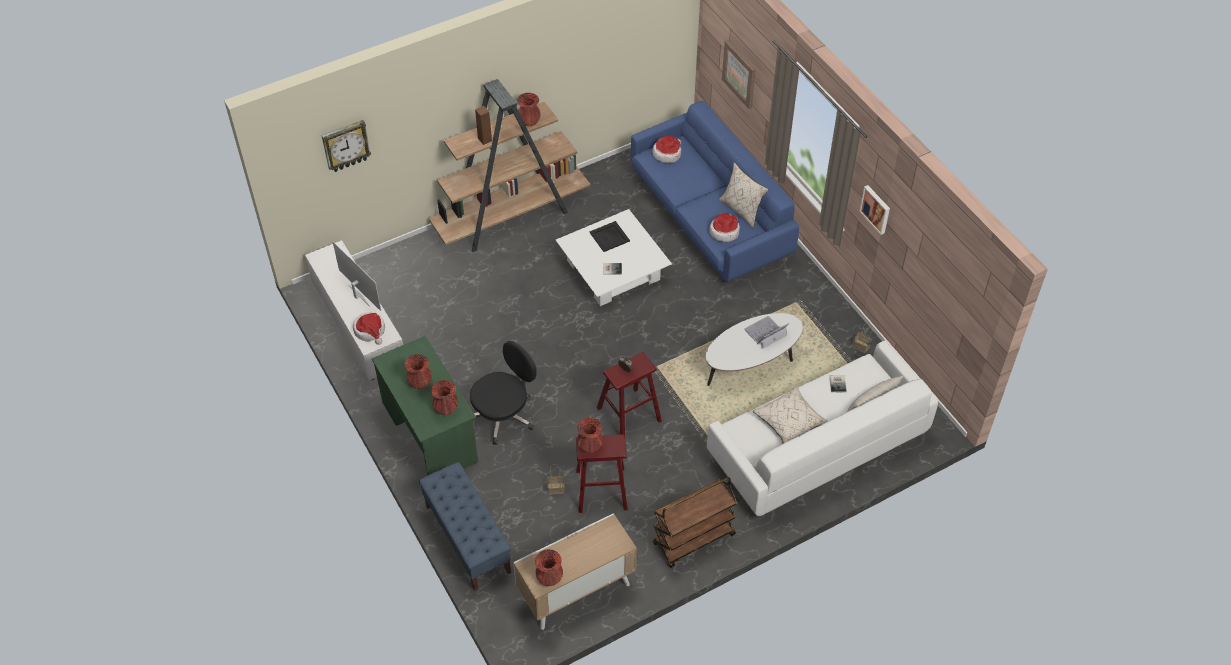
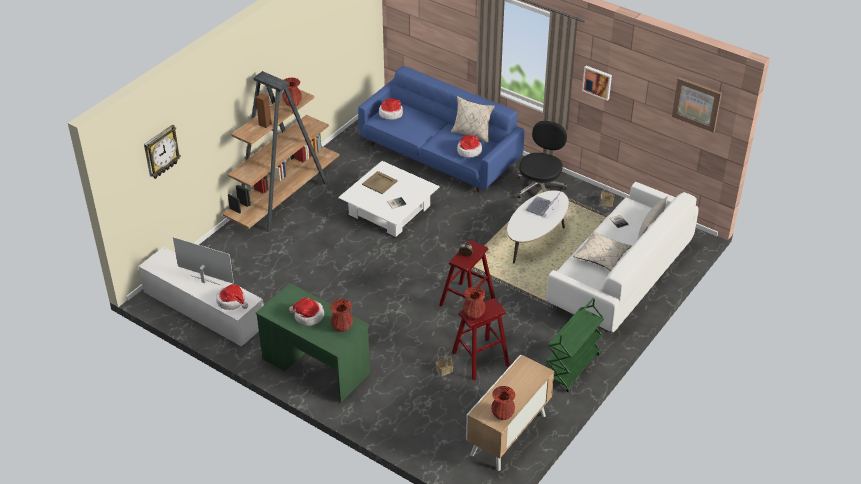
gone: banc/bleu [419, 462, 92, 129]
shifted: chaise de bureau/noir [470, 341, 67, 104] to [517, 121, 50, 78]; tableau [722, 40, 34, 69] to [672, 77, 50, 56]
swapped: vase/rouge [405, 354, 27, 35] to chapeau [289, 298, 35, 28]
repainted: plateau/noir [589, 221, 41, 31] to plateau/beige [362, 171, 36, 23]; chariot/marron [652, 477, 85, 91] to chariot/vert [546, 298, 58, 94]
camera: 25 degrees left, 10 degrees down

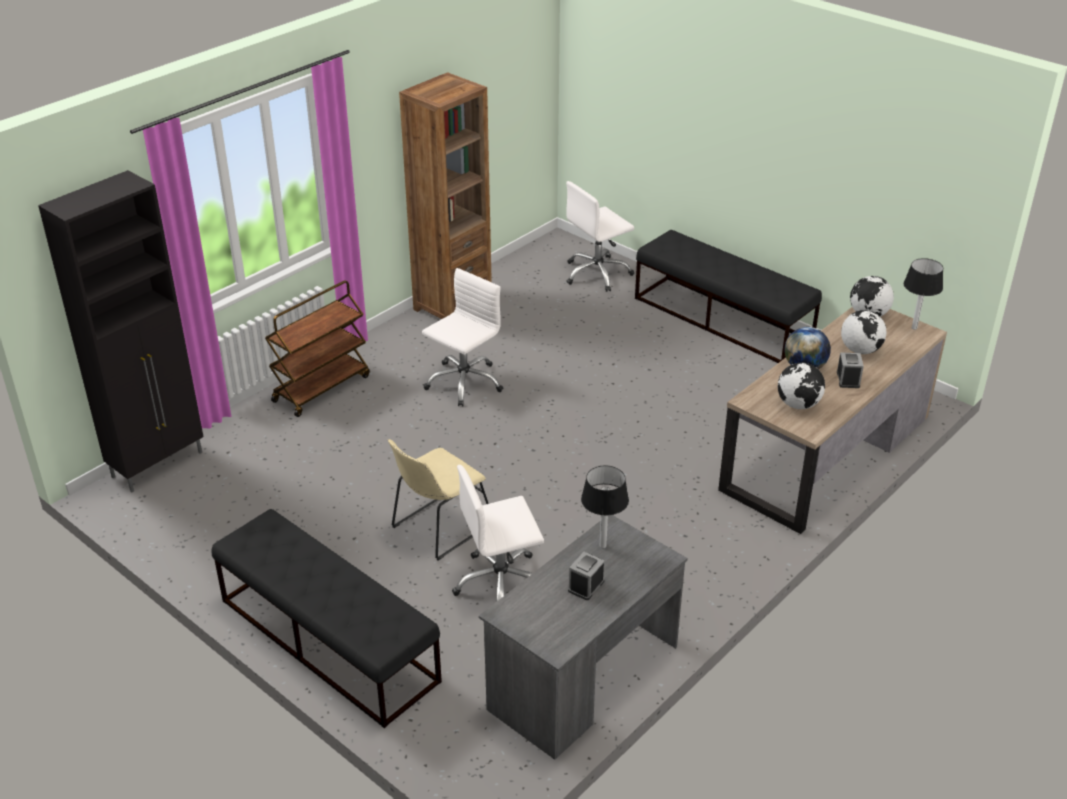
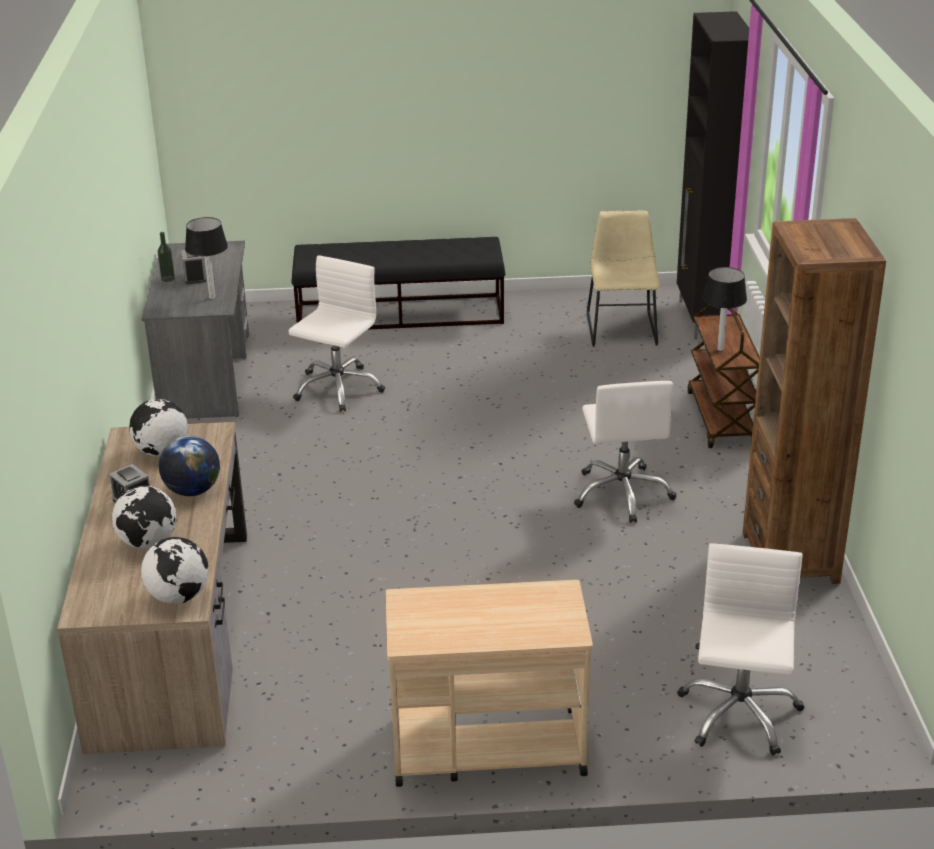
new: bouteille [157, 232, 18, 50]
shifted: chaise/beige [387, 439, 102, 122] to [587, 211, 73, 136]; lampe de table [904, 258, 39, 72] to [702, 267, 45, 84]
swapped: banc/noir [635, 230, 187, 133] to chariot/beige [386, 580, 207, 207]
camera: 135 degrees right, 5 degrees down

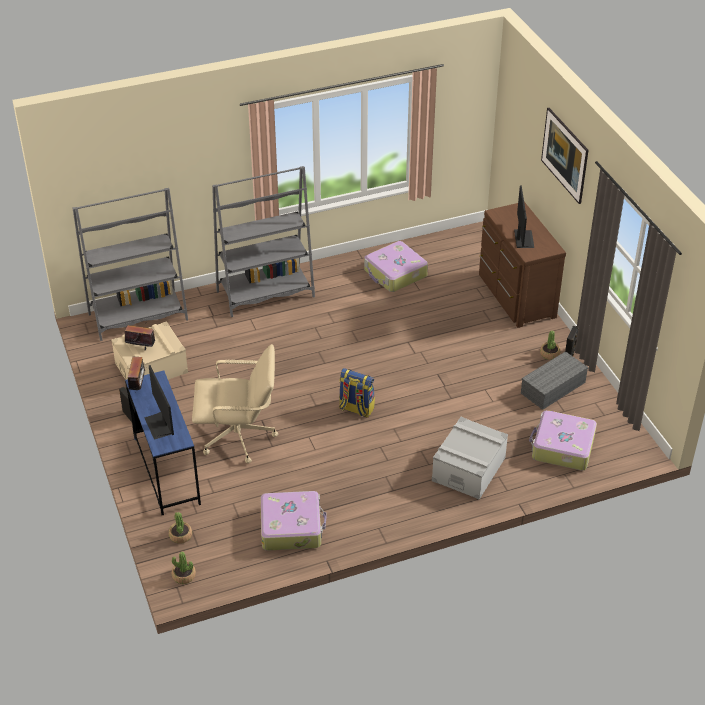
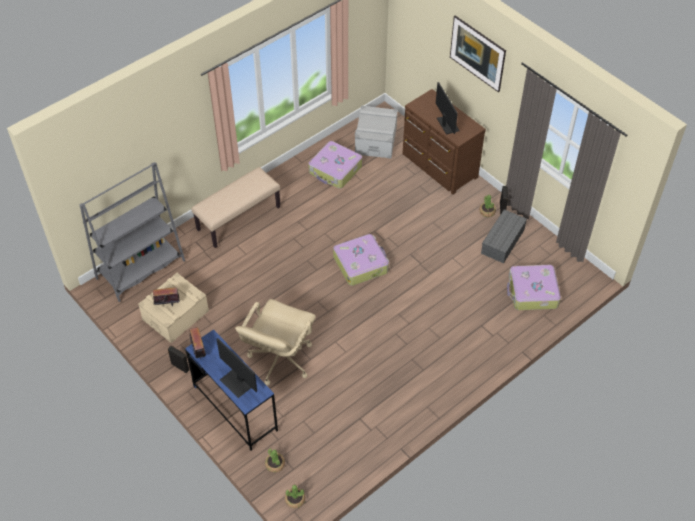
gone: sac à dos [339, 368, 36, 50]
shifted: valise [261, 491, 66, 60] to [333, 234, 56, 52]; boîte de rangement/gris [432, 417, 76, 83] to [355, 106, 42, 52]
swapped: bibliothèque/gris [212, 166, 103, 151] to banc/beige [191, 167, 89, 81]
rotated: chaise de bureau/beige [192, 344, 86, 119] = [235, 299, 81, 87] 135 degrees clockwise
camera: 20 degrees left, 10 degrees up

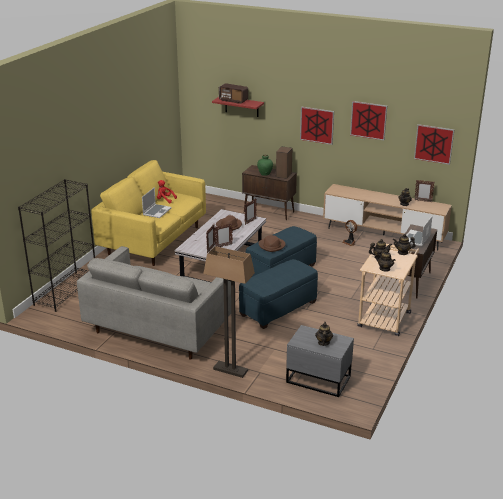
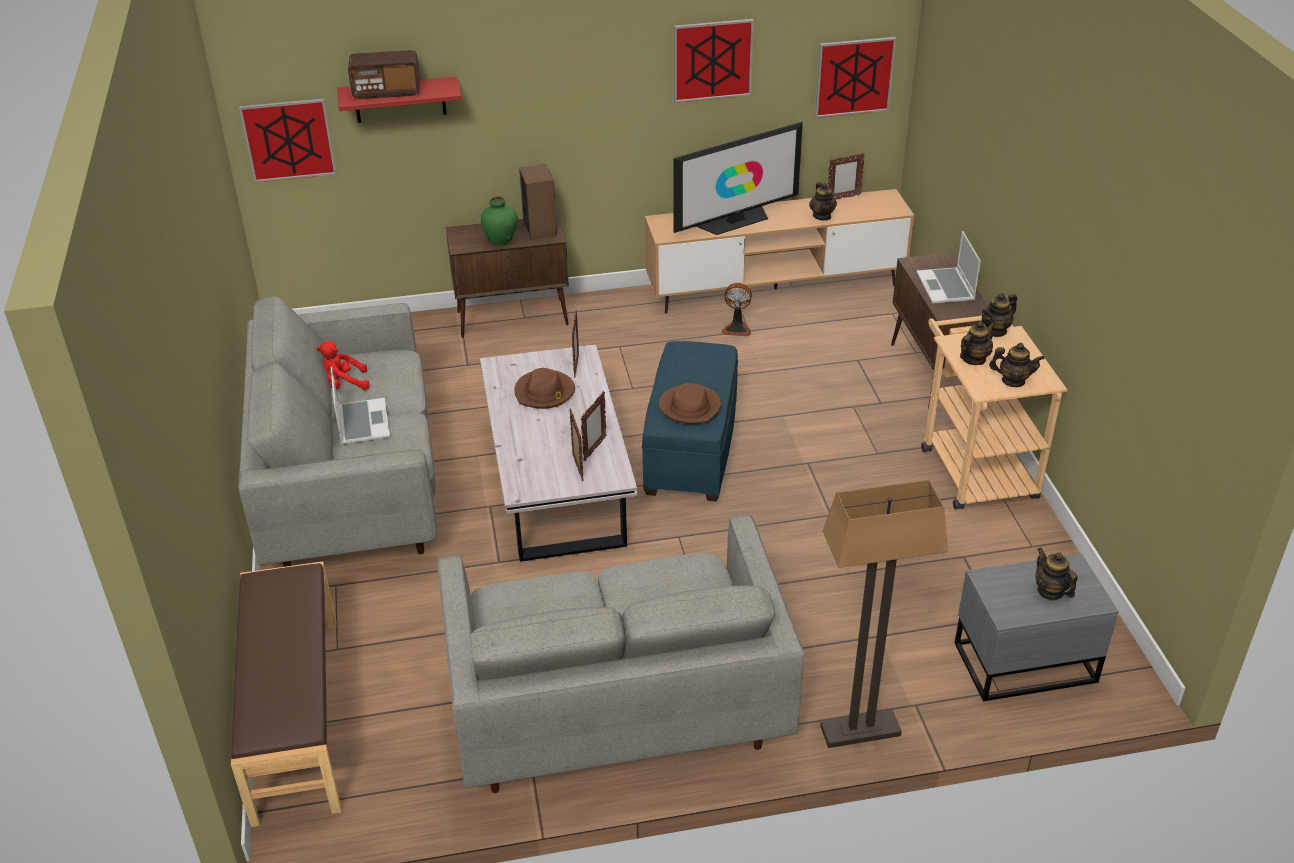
gone: pouf/bleu [239, 259, 79, 70]
new: téléviseur [674, 122, 129, 113]
shifted: tableau [300, 107, 34, 38] to [239, 99, 97, 84]
swapped: bibliothèque/noir [18, 179, 77, 133] to banc/marron [231, 561, 110, 266]
repainted: canapé/jaune [91, 160, 115, 106] to canapé/gris [238, 295, 199, 272]
camera: 35 degrees left, 10 degrees up

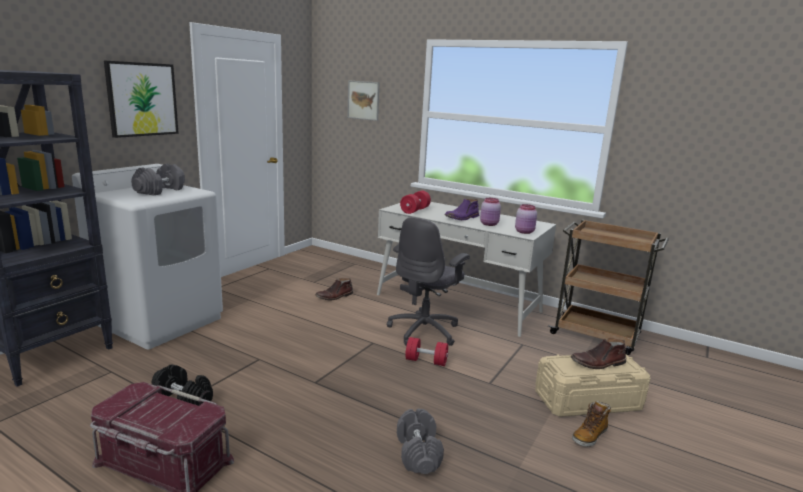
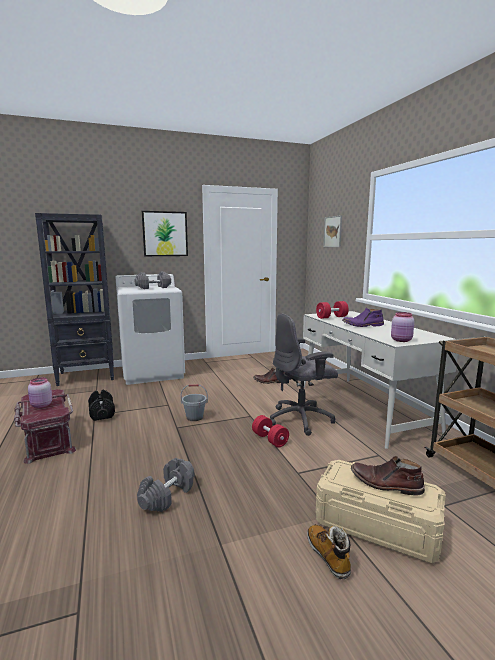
new: seau/gris [181, 384, 27, 37]
shifted: bocal/rose [480, 198, 21, 28] to [28, 377, 24, 31]
rotated: botte [572, 401, 39, 46] = [307, 524, 44, 55] 75 degrees clockwise
camera: 40 degrees right, 5 degrees down

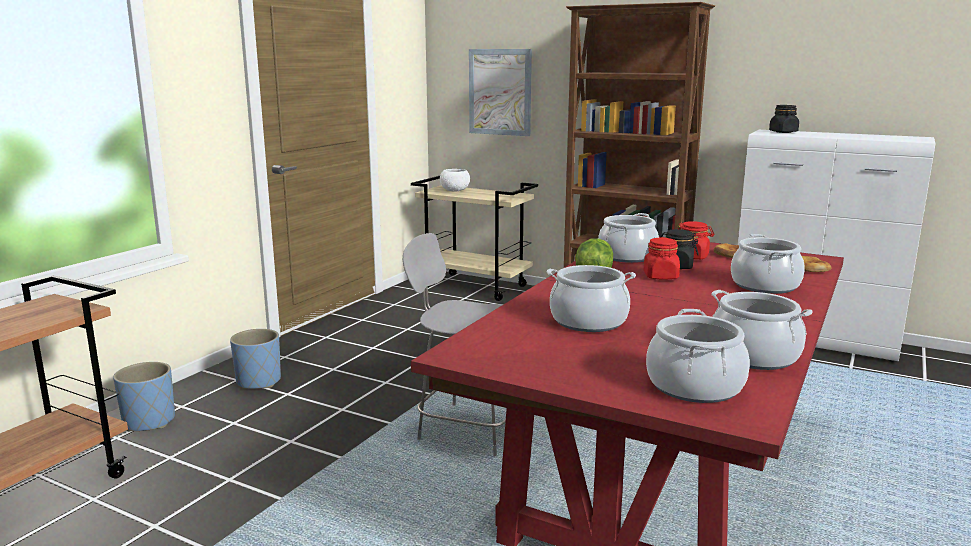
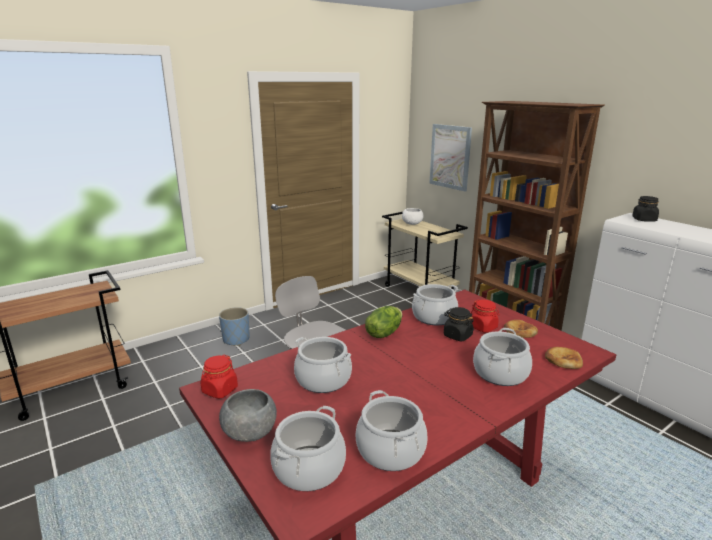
gone: cache-pot/bleu [113, 362, 62, 69]
new: bol/gris [219, 389, 58, 53]
shifted: bocal/rouge [644, 238, 36, 42] to [201, 355, 37, 44]
camera: 25 degrees right, 5 degrees up

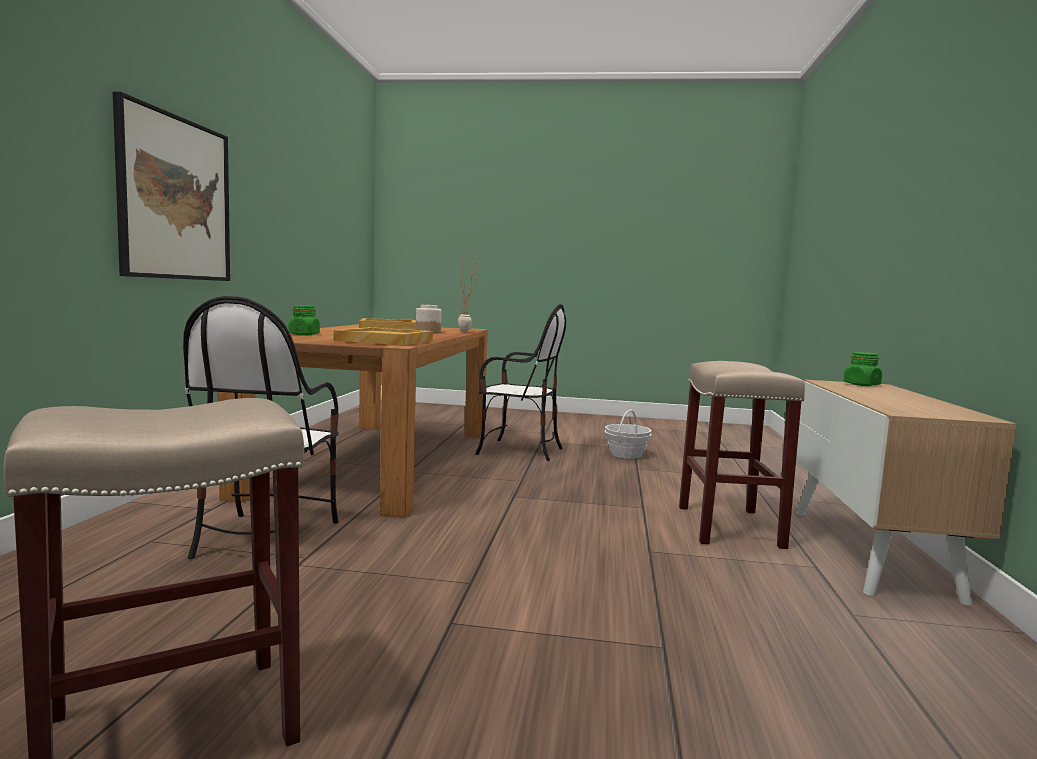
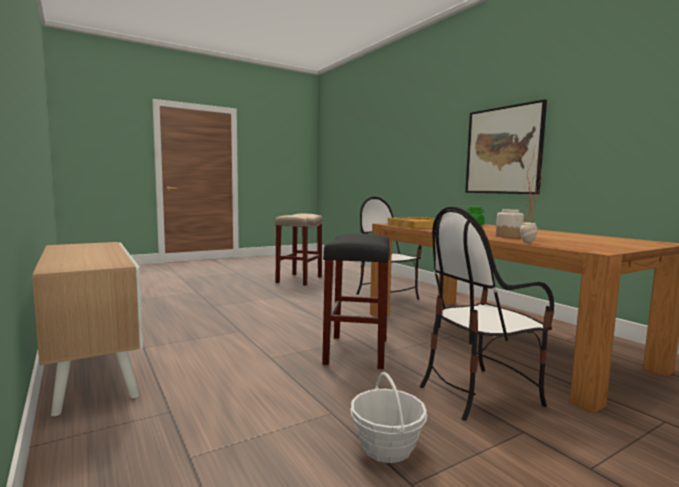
gone: plateau/beige [359, 318, 57, 12]; tabouret/beige [679, 361, 126, 188]; bocal/vert [844, 352, 38, 34]
new: tabouret/noir [322, 233, 68, 136]
camera: 140 degrees right, 0 degrees up

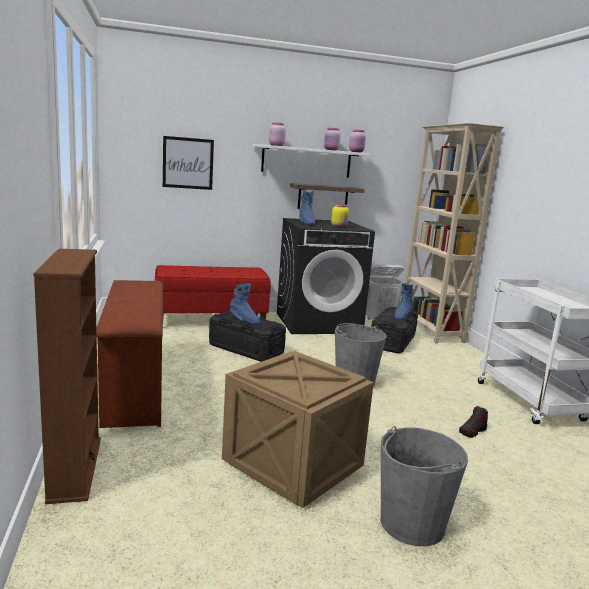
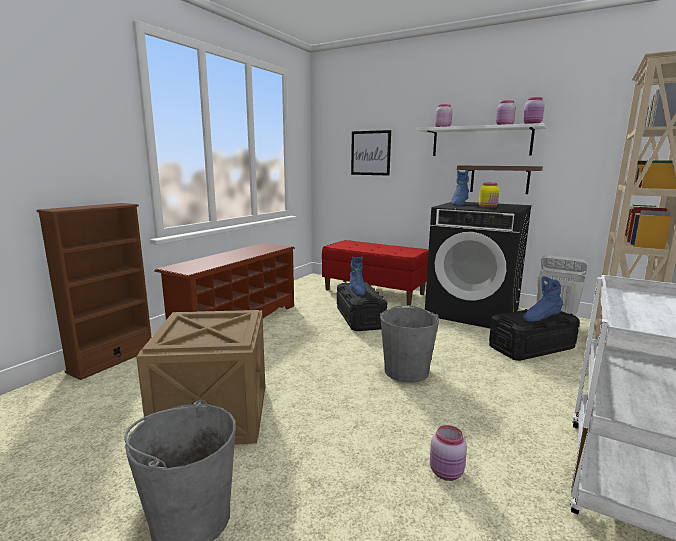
swapped: chaussure [459, 406, 29, 32] to bocal/rose [430, 425, 37, 56]
camera: 45 degrees right, 0 degrees up

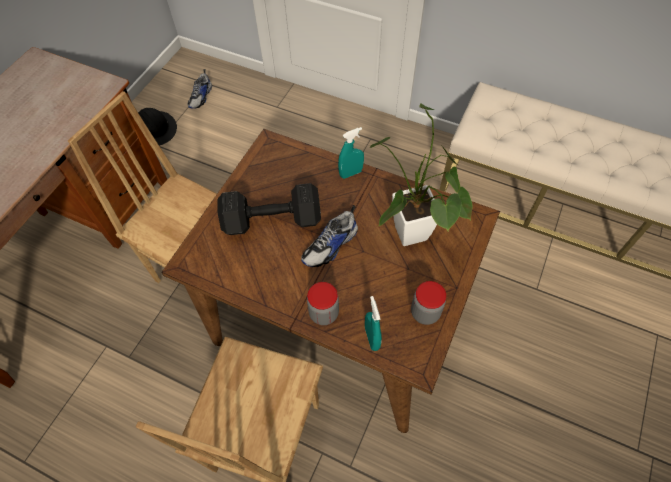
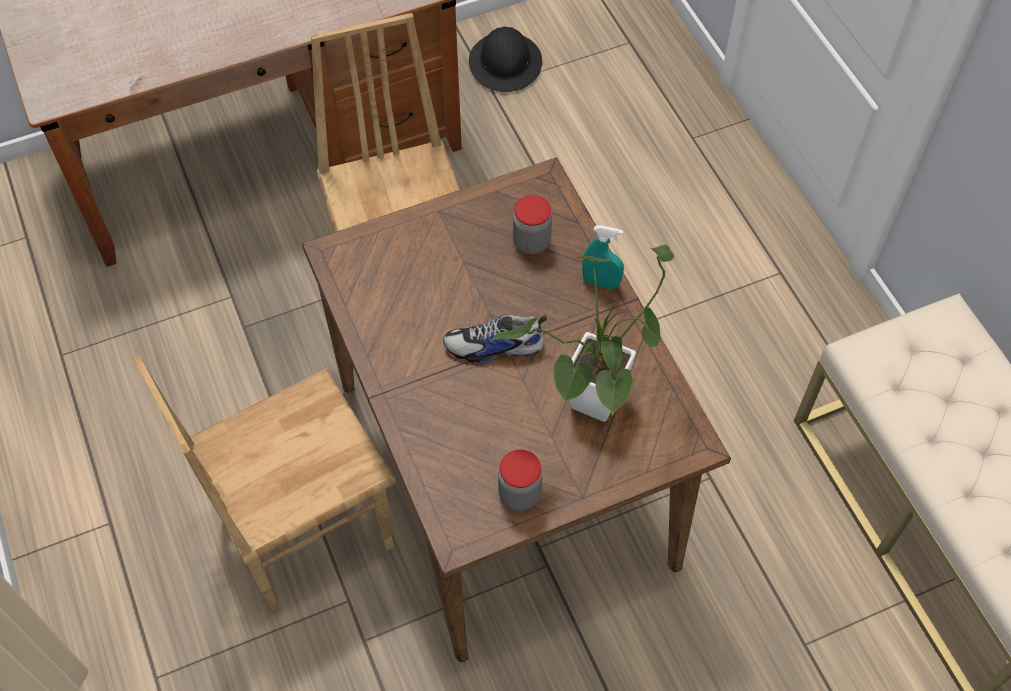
gone: chaussure [187, 69, 25, 40]; haltère/noir [217, 183, 104, 52]; vaporisateur/turquoise [365, 296, 17, 55]
shifted: bocal [307, 282, 32, 43] to [513, 195, 39, 59]
camera: 40 degrees right, 0 degrees up

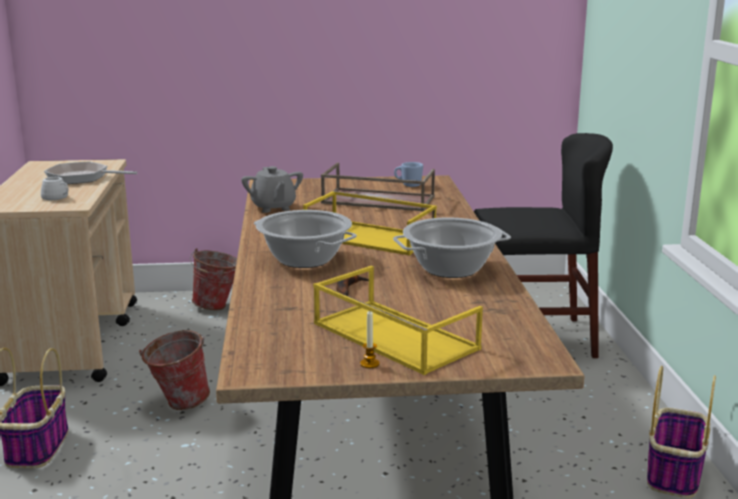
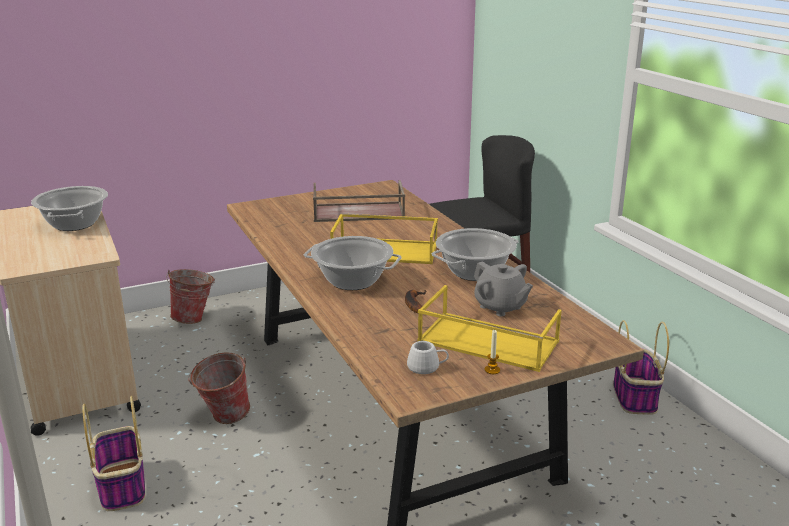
gone: mug/bleu [394, 162, 29, 25]
shifted: mug/blanc [41, 177, 28, 23] to [407, 341, 42, 33]; théière/gris [241, 166, 62, 47] to [474, 261, 59, 55]
swapped: poêle [44, 161, 93, 23] to marmite [31, 186, 77, 45]
camera: 20 degrees left, 5 degrees up

